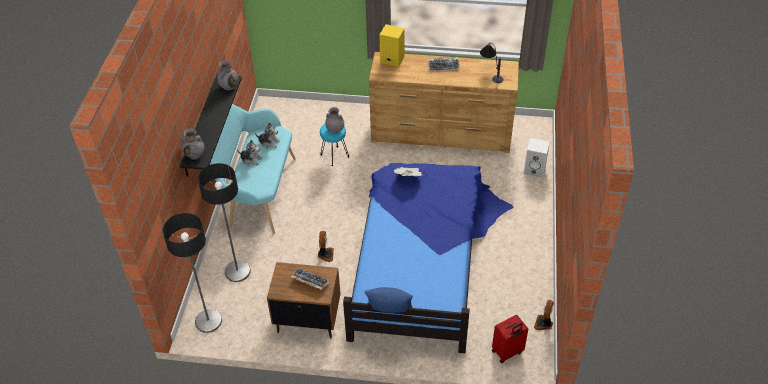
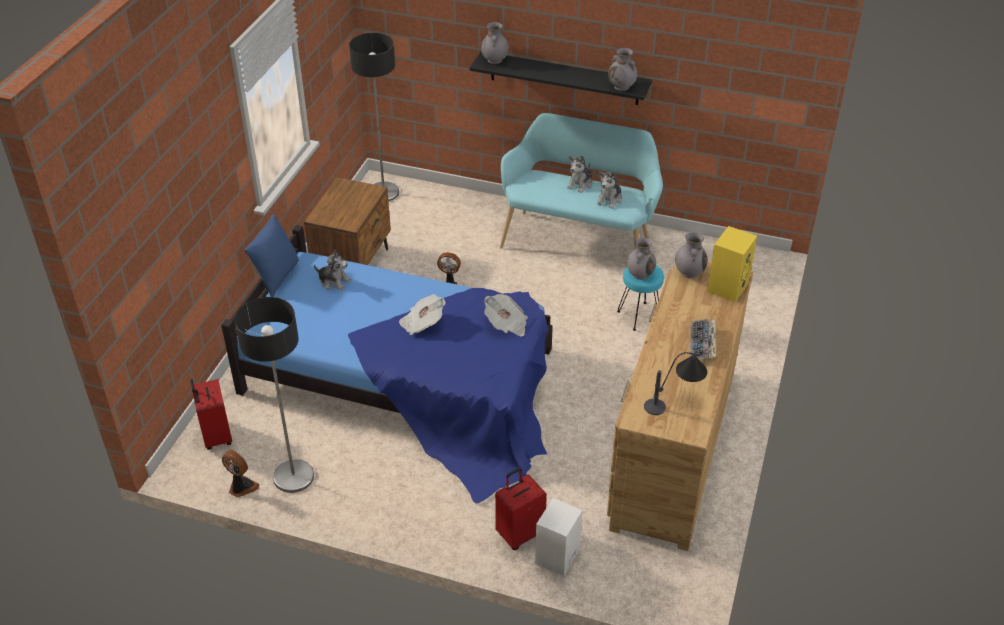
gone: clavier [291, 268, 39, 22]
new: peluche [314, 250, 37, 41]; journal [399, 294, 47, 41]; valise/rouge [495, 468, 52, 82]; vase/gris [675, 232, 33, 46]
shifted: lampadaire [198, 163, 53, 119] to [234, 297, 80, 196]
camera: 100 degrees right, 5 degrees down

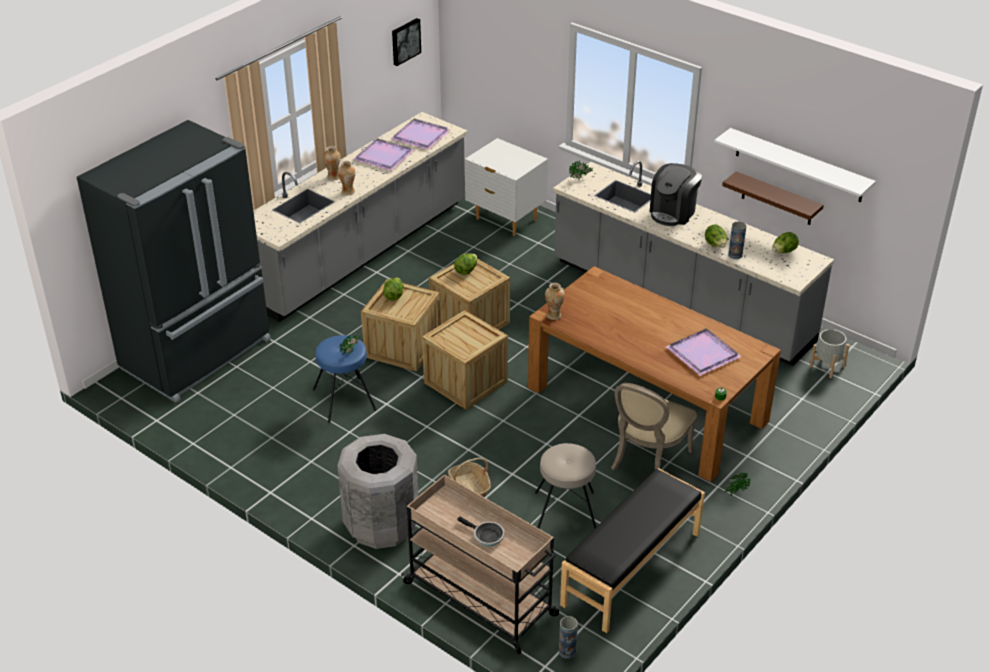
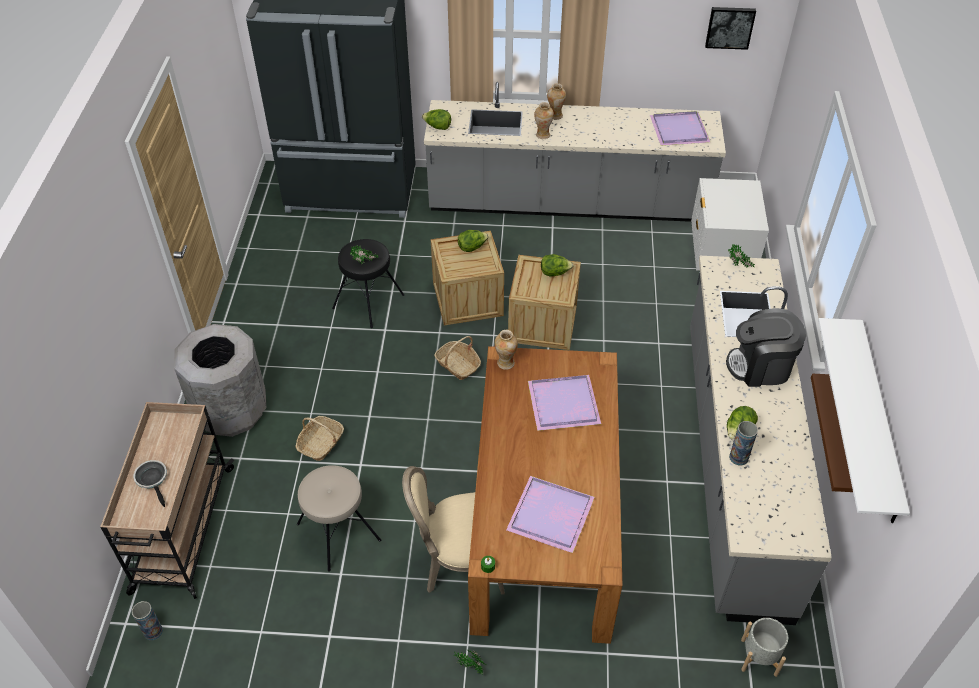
gone: banc/noir [560, 468, 145, 165]
shifted: laitue [772, 232, 27, 21] to [422, 109, 29, 21]; plateau/violet [353, 138, 61, 33] to [528, 375, 73, 56]
swapped: caisse [422, 310, 86, 100] to panier [434, 336, 47, 44]
repainted: tabouret/bleu [313, 335, 64, 88] to tabouret/noir [332, 239, 72, 89]
rotated: poêle [457, 516, 47, 30] = [133, 460, 34, 47] 150 degrees clockwise
camera: 55 degrees right, 10 degrees up

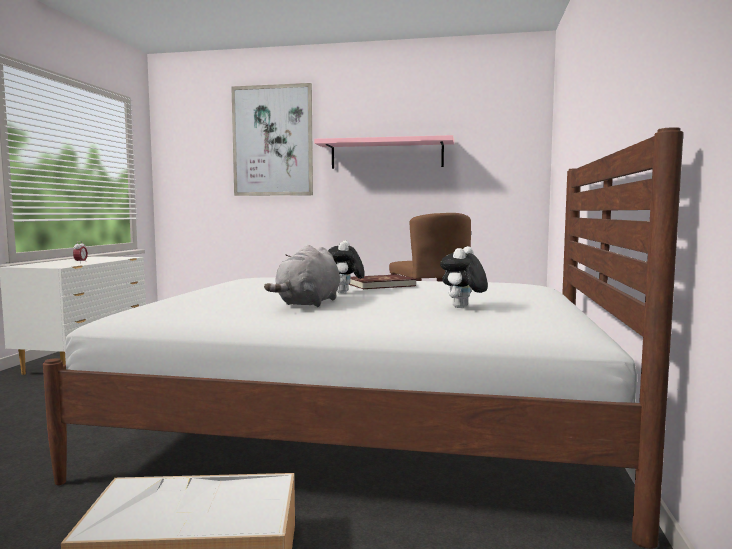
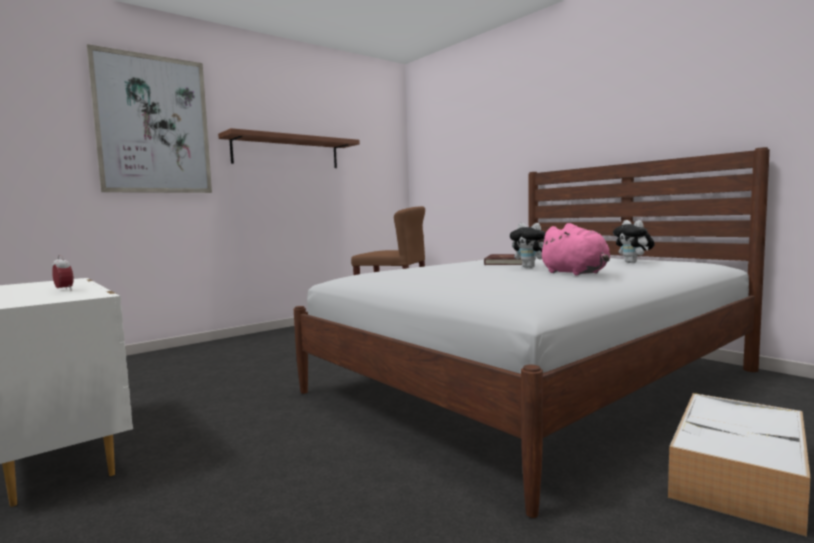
repainted: étagère/rose [314, 135, 140, 34] to étagère/marron [218, 128, 142, 40]; peluche/gris [264, 245, 76, 62] to peluche/rose [538, 223, 72, 53]
camera: 50 degrees left, 0 degrees up

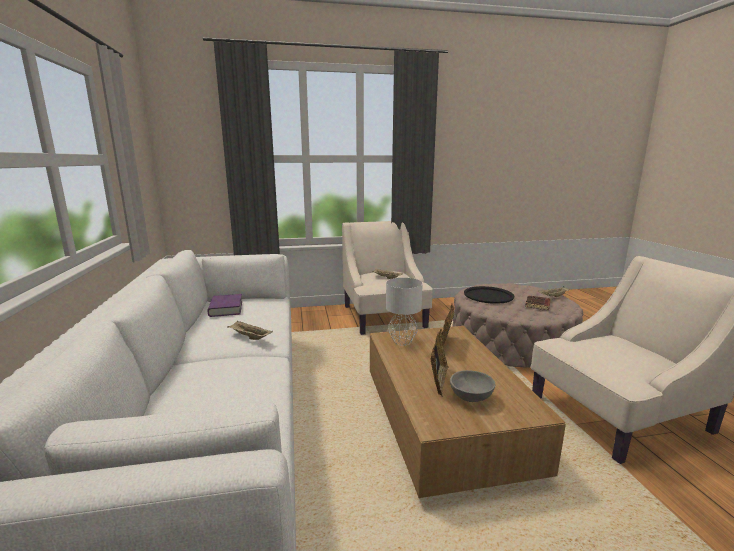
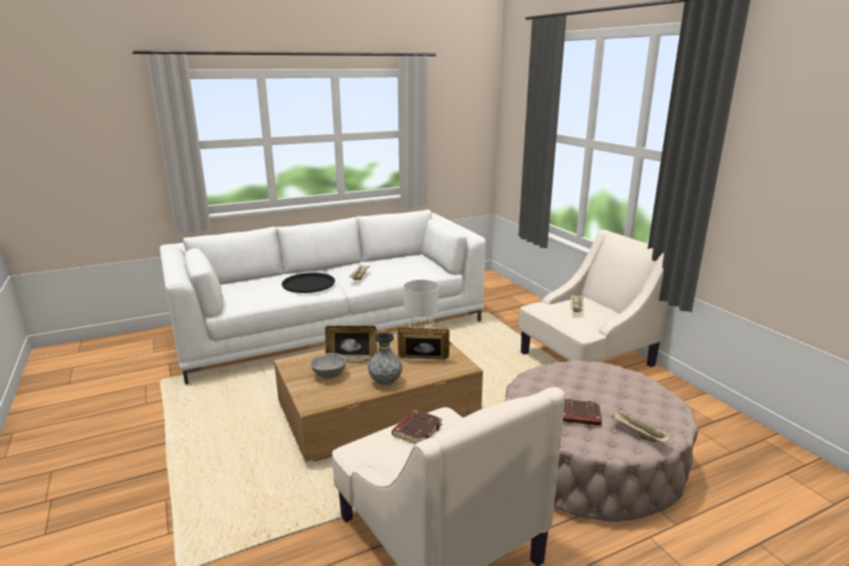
gone: livre/violet [207, 294, 35, 23]
new: vase/gris [368, 333, 35, 52]; livre/marron [392, 409, 51, 35]
shifted: plateau/noir [464, 286, 50, 18] to [282, 272, 53, 21]
camera: 75 degrees right, 5 degrees up

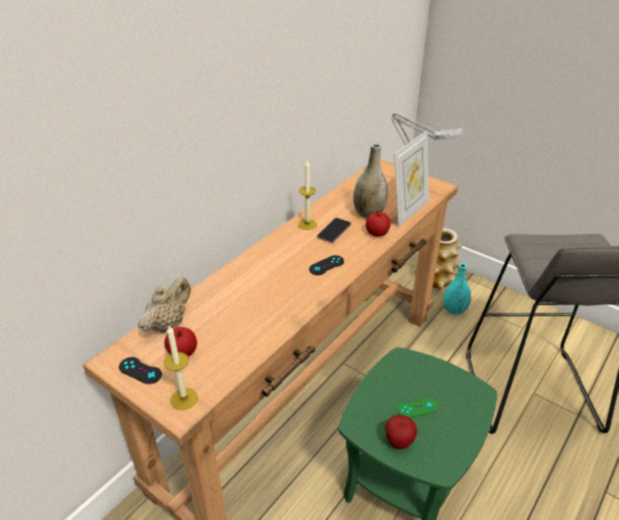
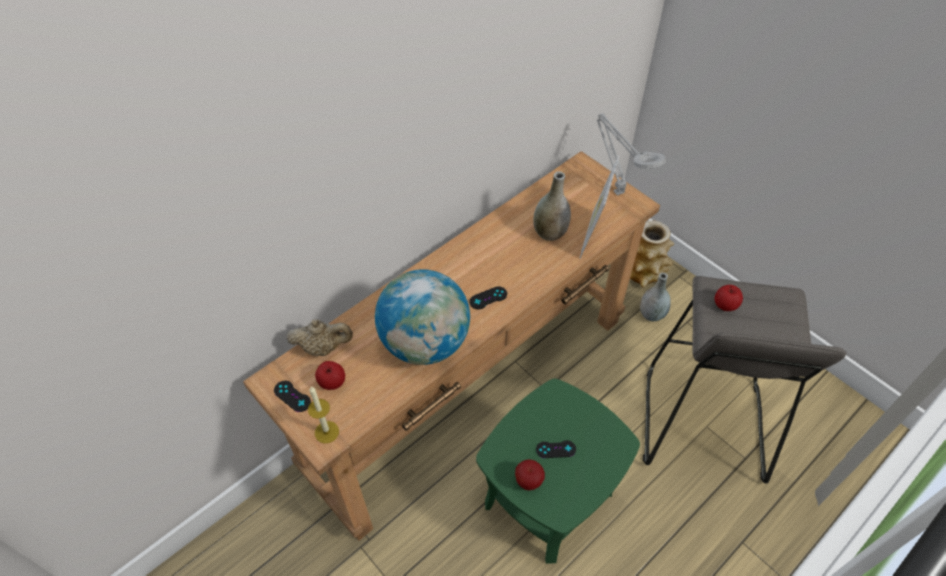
gone: bougie [298, 160, 19, 70]; téléphone [317, 218, 34, 25]
new: globe [375, 269, 95, 96]
shifted: pomme [366, 211, 25, 26] to [715, 285, 28, 26]
repainted: manette/vert [397, 398, 41, 20] to manette/noir [536, 440, 40, 18]; vase/turquoise [443, 263, 28, 52] to vase/gris [640, 273, 30, 48]
rotated: théière/beige [138, 277, 53, 56] = [287, 319, 66, 37] 45 degrees clockwise; cadre photo [394, 130, 35, 97] = [579, 156, 40, 103] 150 degrees clockwise
camera: 10 degrees right, 15 degrees up

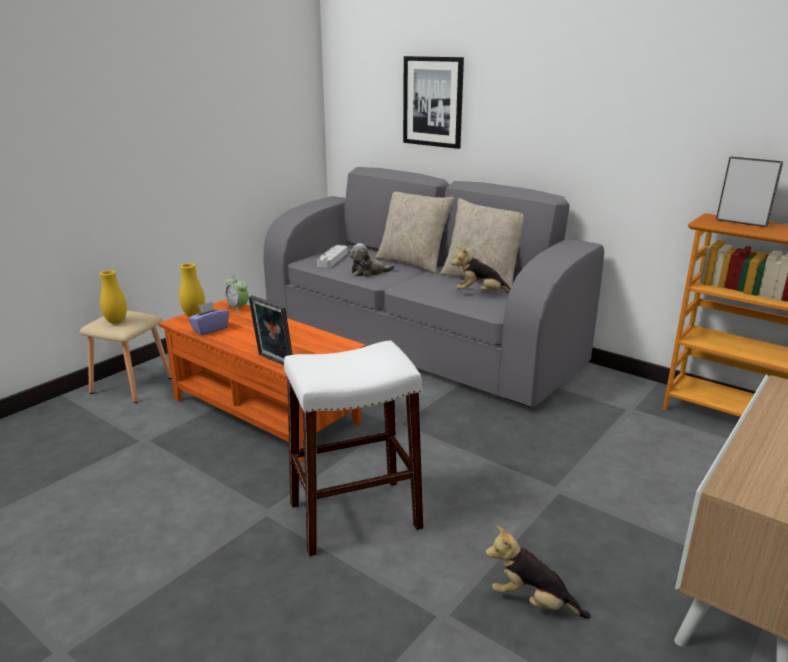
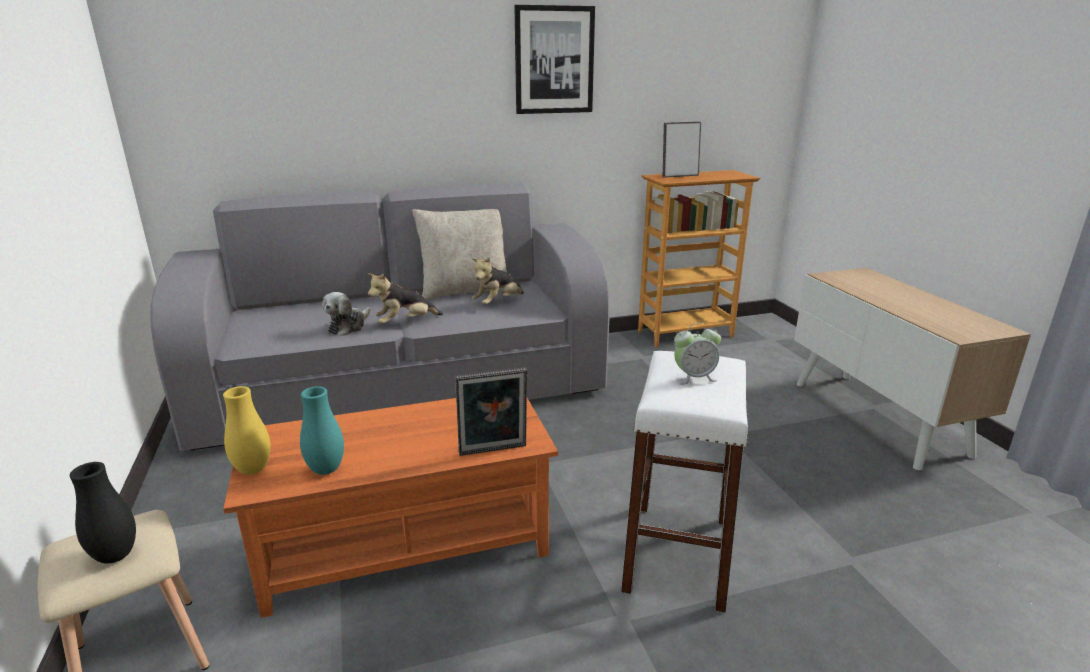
gone: plateau/gris [317, 245, 30, 23]; coussin/beige [376, 192, 78, 82]
shifted: peluche [485, 526, 106, 93] to [368, 273, 75, 51]; tableau [403, 56, 61, 93] to [514, 5, 81, 109]; réveil [225, 275, 23, 38] to [674, 323, 47, 62]
swapped: boîte à mouchoirs/violet [188, 301, 41, 34] to vase/turquoise [300, 386, 44, 89]
repainted: vase/jaune [100, 270, 27, 54] to vase/noir [70, 462, 66, 102]
camera: 55 degrees left, 0 degrees up

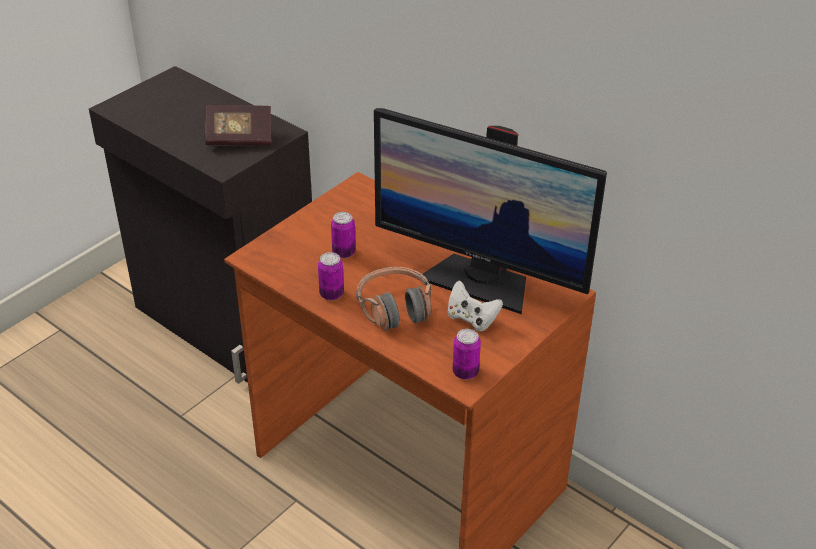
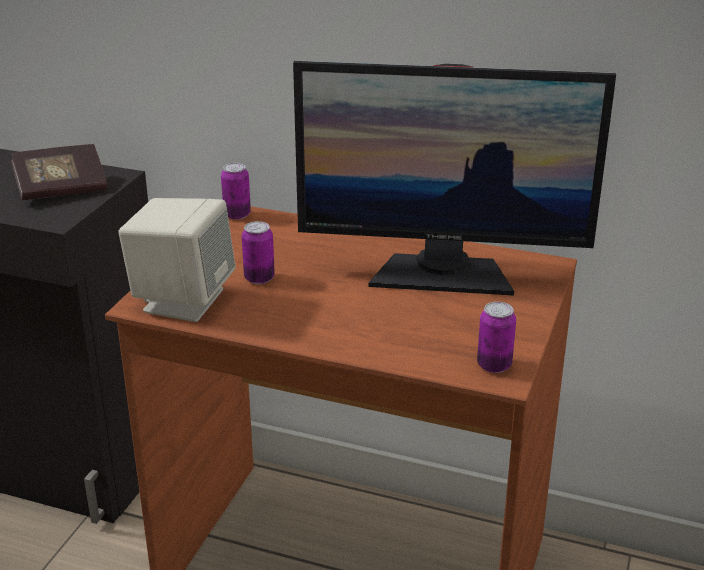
gone: casque audio [356, 267, 75, 64]; manette/blanc [447, 280, 56, 51]
new: enceinte/beige [118, 198, 118, 124]
shifted: boîte métallique [318, 252, 26, 48] to [221, 163, 30, 57]
camera: 20 degrees left, 10 degrees down

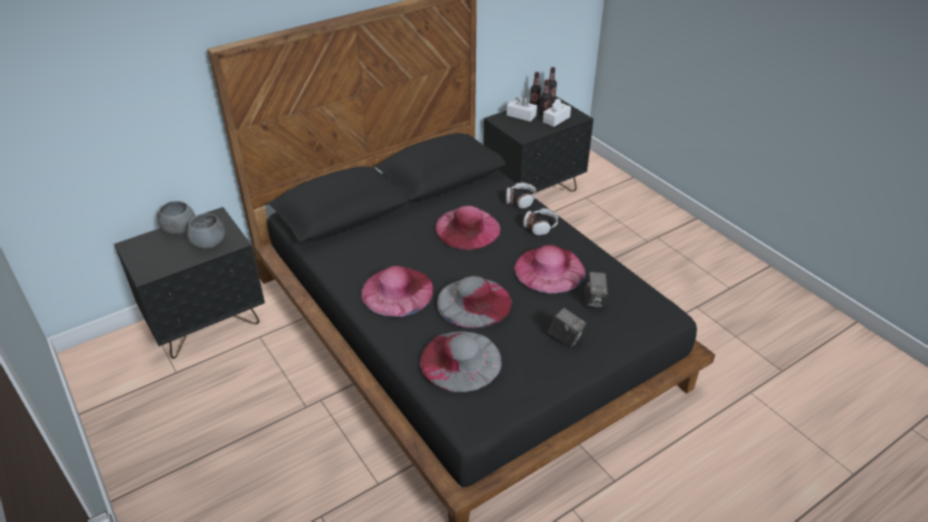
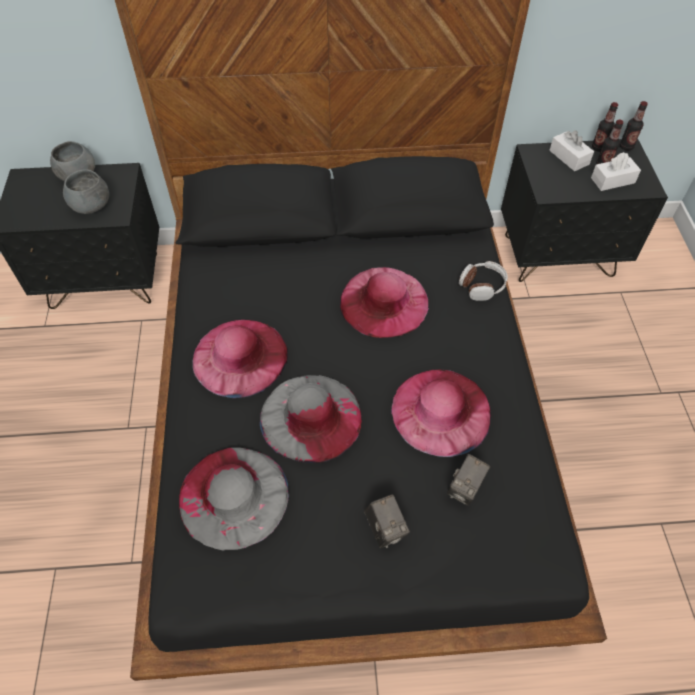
gone: casque audio [523, 208, 35, 27]
camera: 30 degrees right, 15 degrees up

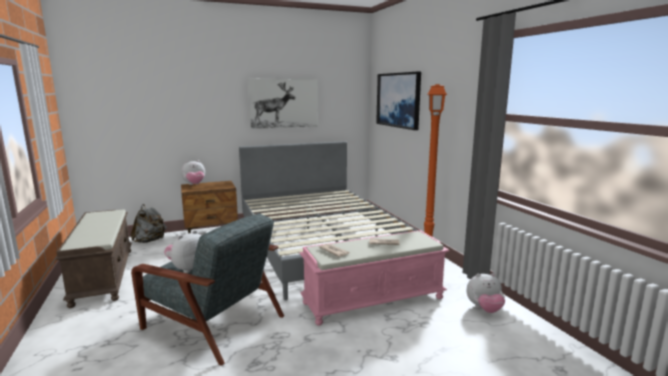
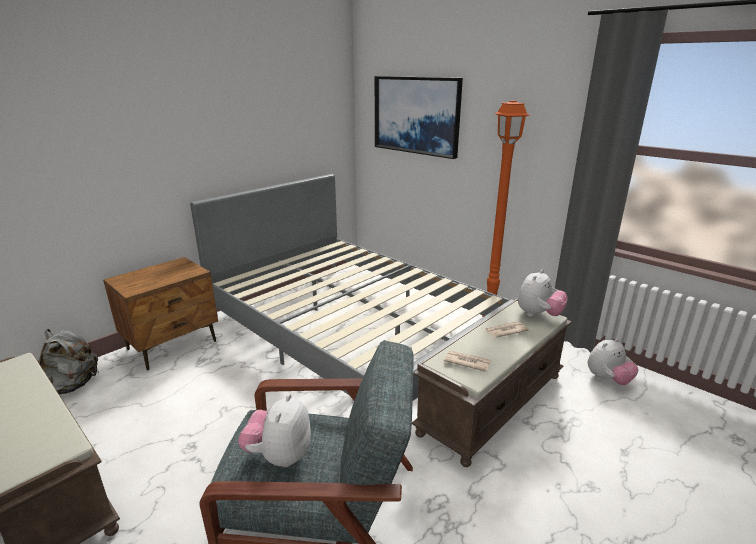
gone: tableau [248, 79, 70, 50]
shifted: peluche [181, 160, 24, 25] to [518, 269, 50, 48]
repainted: banc/rose [300, 230, 150, 96] to banc/marron [412, 298, 160, 169]
camera: 25 degrees left, 10 degrees up

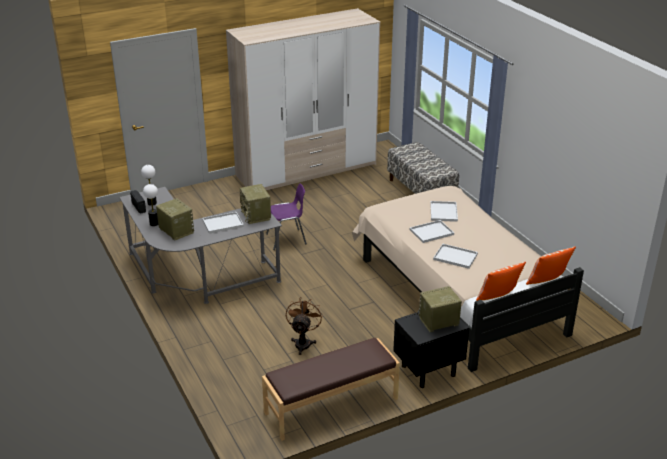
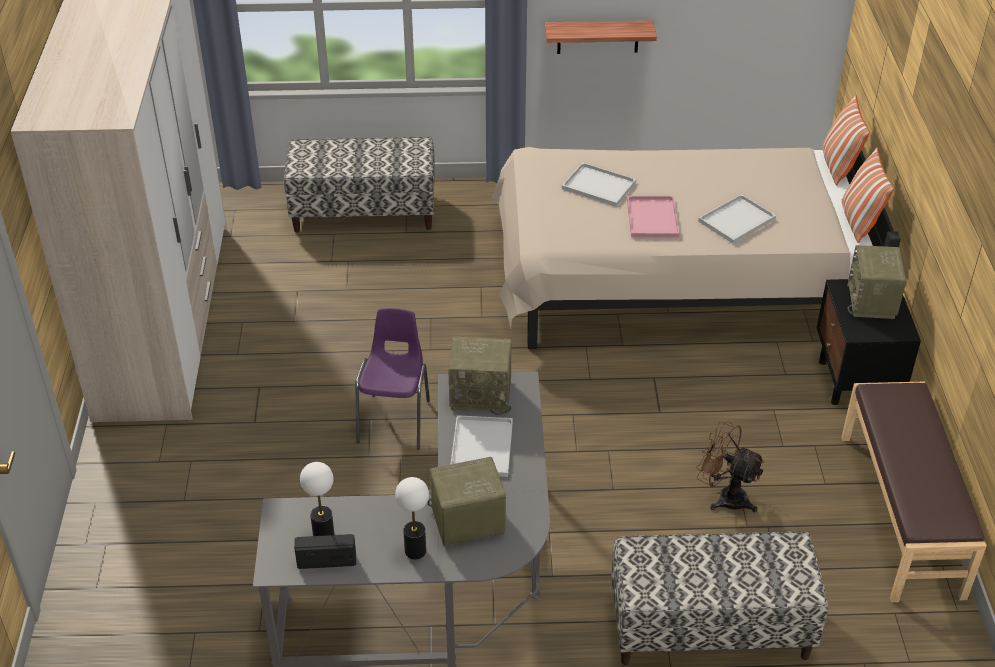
new: étagère [545, 20, 112, 34]; banc [611, 532, 217, 133]
repainted: plateau/blanc [410, 220, 44, 23] to plateau/rose [627, 196, 52, 41]
camera: 65 degrees left, 10 degrees up

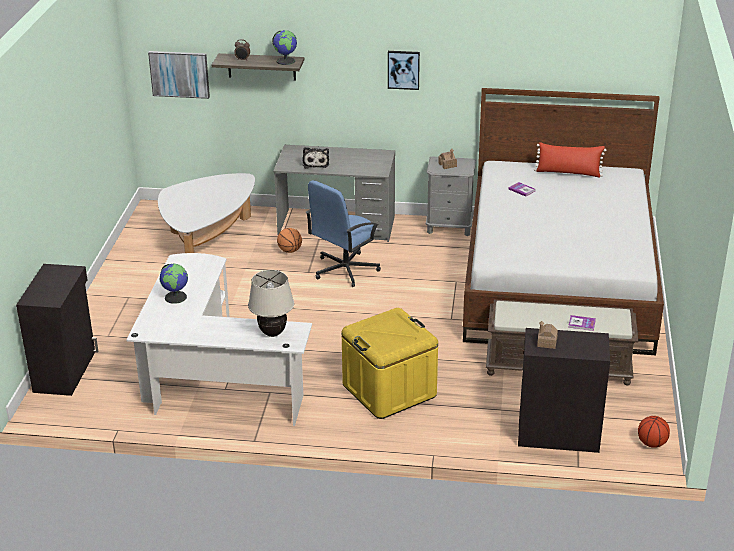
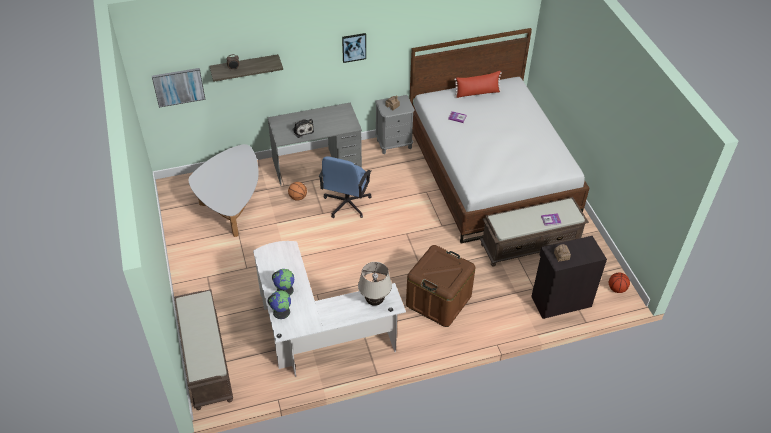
shifted: globe [272, 30, 25, 35] to [268, 290, 23, 29]
swapped: meuble de rangement/noir [16, 264, 83, 132] to banc/marron [174, 289, 59, 121]
repainted: boîte de rangement/jaune [342, 308, 96, 111] to boîte de rangement/marron [406, 245, 69, 82]
camera: 25 degrees left, 15 degrees up

